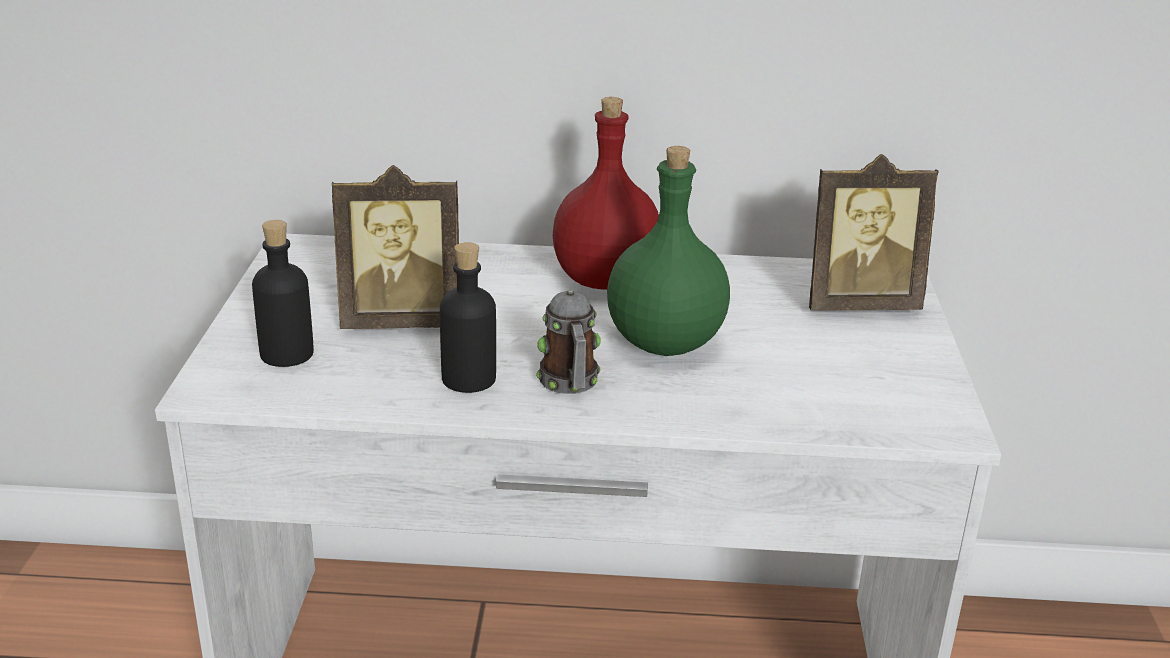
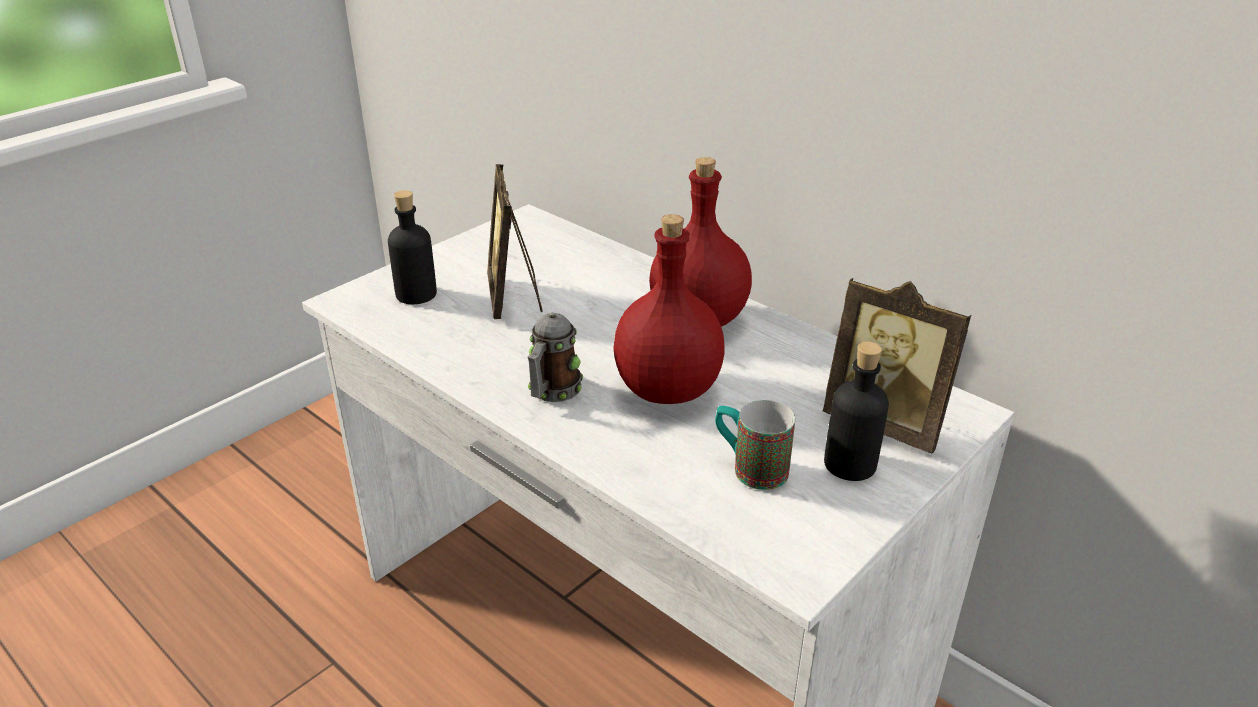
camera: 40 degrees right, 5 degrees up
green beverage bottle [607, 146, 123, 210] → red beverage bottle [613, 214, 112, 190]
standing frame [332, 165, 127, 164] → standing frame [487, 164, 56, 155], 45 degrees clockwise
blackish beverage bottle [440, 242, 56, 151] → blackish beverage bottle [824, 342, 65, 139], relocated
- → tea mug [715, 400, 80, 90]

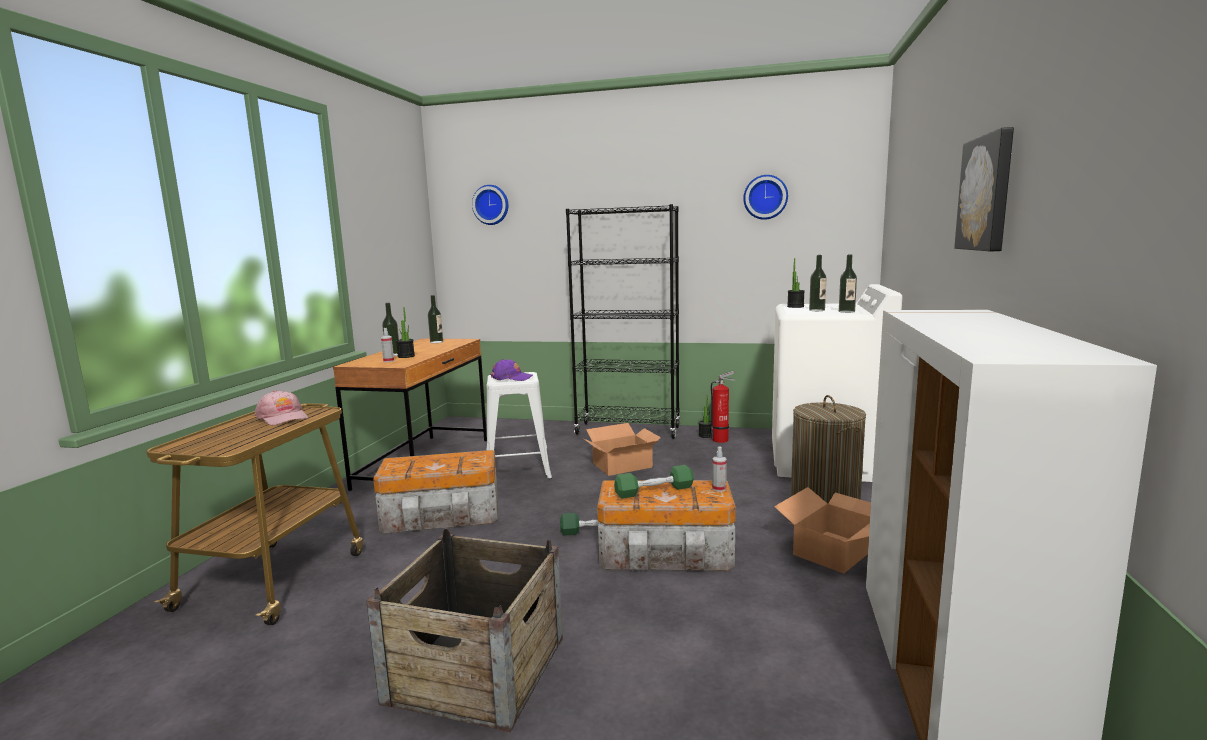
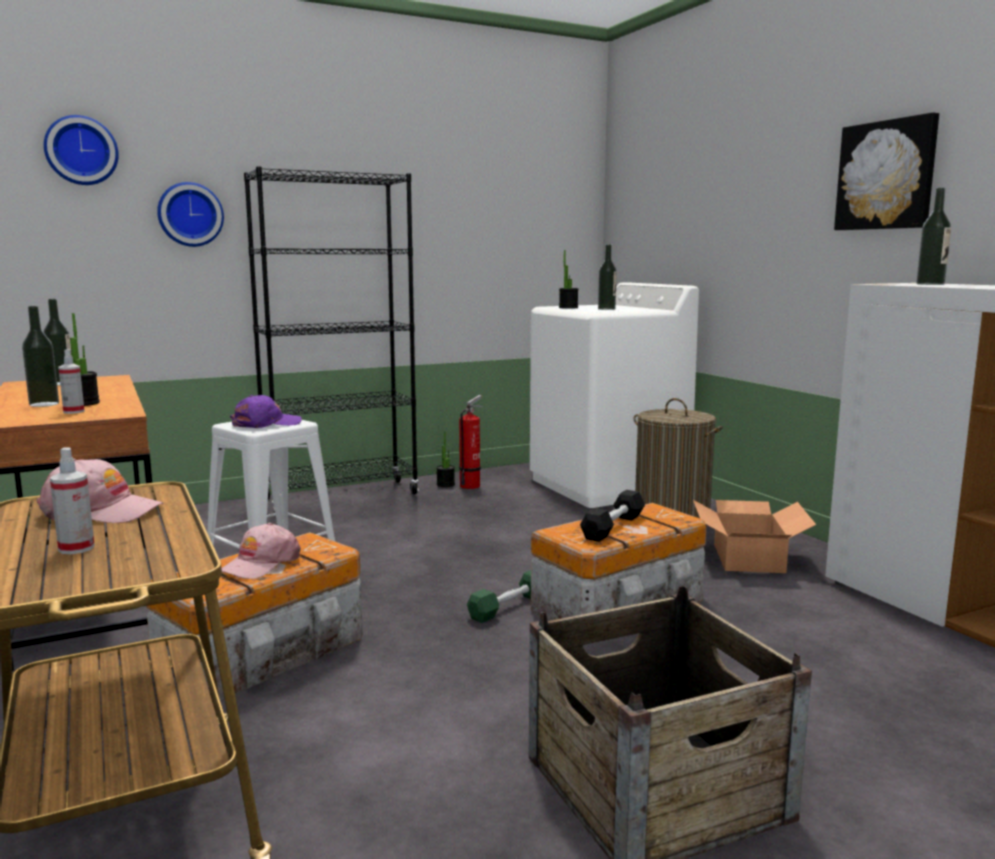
camera: 40 degrees left, 0 degrees up
clock on the wall [743, 175, 45, 45] → clock on the wall [157, 182, 67, 65], relocated
beverage bottle [839, 255, 18, 58] → beverage bottle [916, 188, 35, 97], relocated
cardboard box [584, 423, 77, 53] → -
hand sprayer [712, 446, 15, 46] → hand sprayer [50, 447, 45, 107], relocated
green dumbbell [614, 465, 80, 34] → blackish dumbbell [580, 490, 65, 52]
- → pink baseball cap [222, 523, 79, 56]

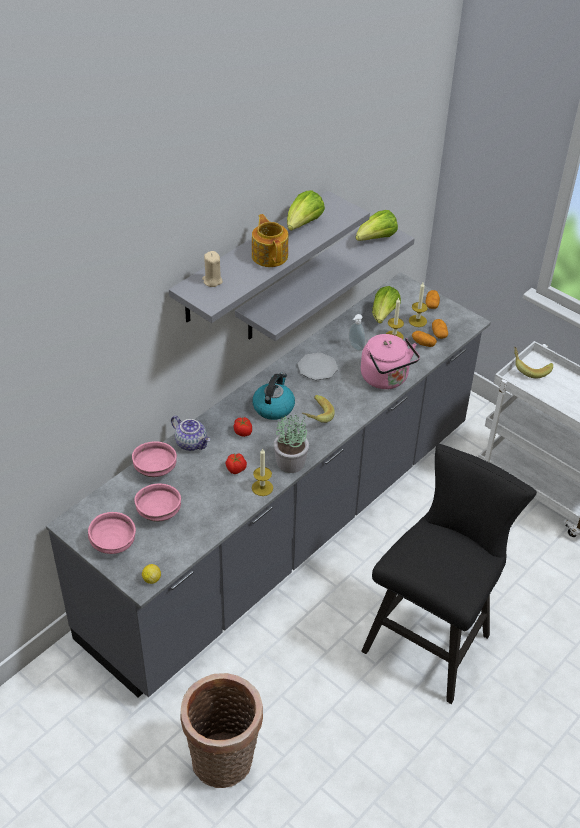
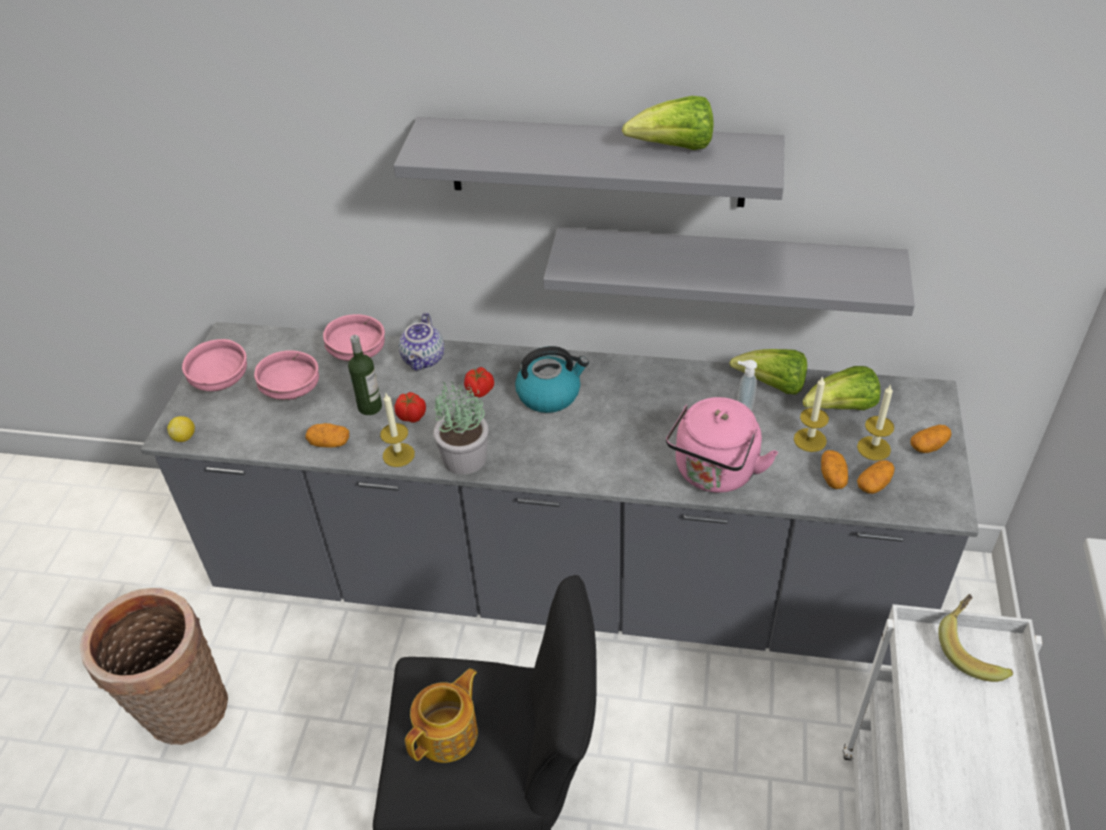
camera: 60 degrees right, 0 degrees up
lettuce head [356, 210, 42, 31] → lettuce head [729, 349, 78, 46], relocated
pot for tea [252, 214, 36, 53] → pot for tea [405, 668, 73, 95], relocated
beige wax light [202, 251, 21, 36] → -
dinner plate [298, 353, 40, 27] → -
banana [302, 395, 33, 28] → -
- → beverage bottle [348, 335, 34, 80]
- → whole potato [305, 423, 44, 25]

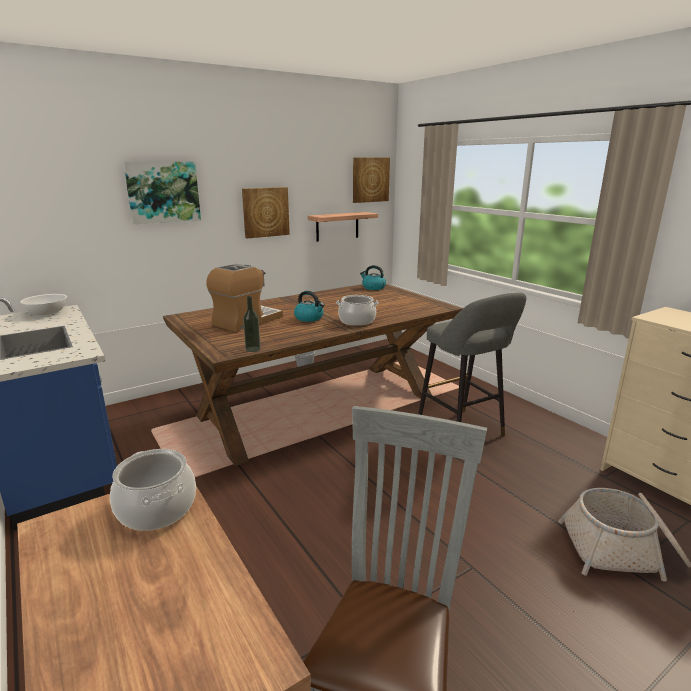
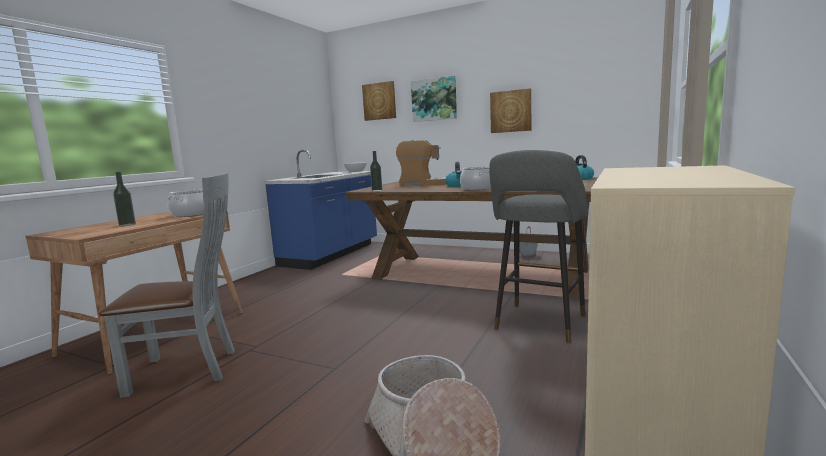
camera: 60 degrees right, 10 degrees down
wall picture [353, 157, 37, 46] → wall picture [362, 81, 34, 40], relocated
shelf [308, 212, 70, 30] → -
- → beverage bottle [113, 172, 23, 54]

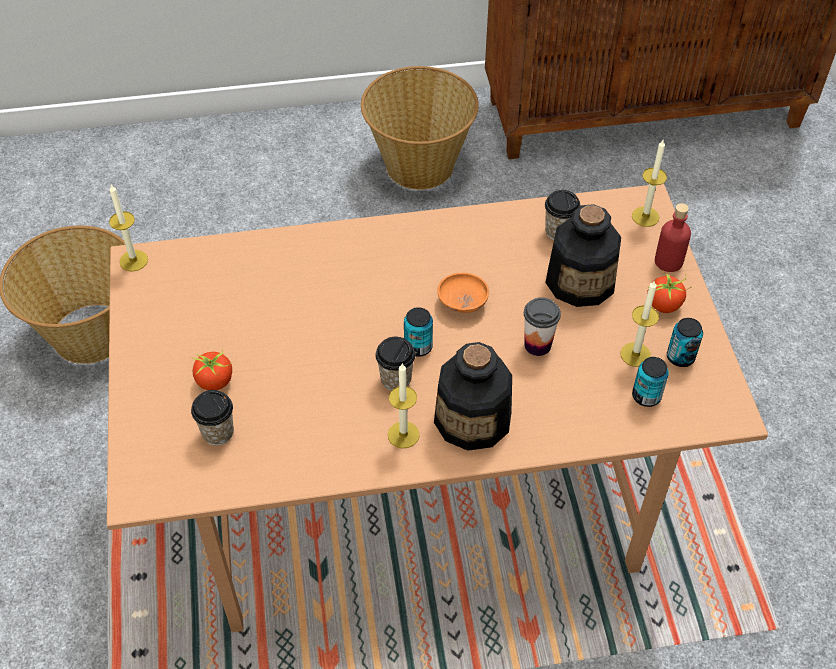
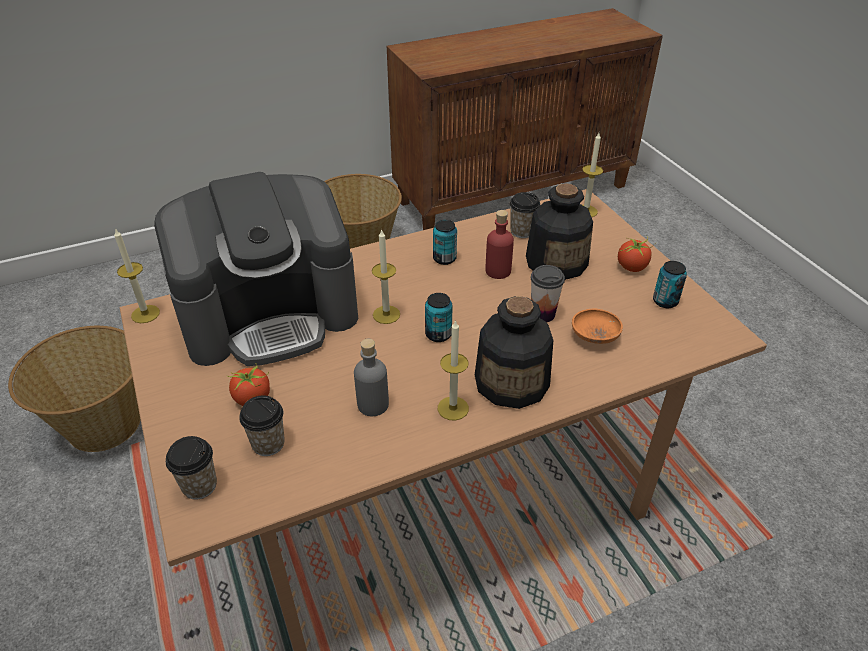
camera: 15 degrees left, 10 degrees down
red beverage bottle [655, 203, 36, 69] → red beverage bottle [486, 210, 28, 69], relocated
orange bowl [437, 273, 52, 40] → orange bowl [572, 309, 51, 35], relocated
wax light [621, 280, 38, 87] → wax light [372, 229, 28, 95], relocated
cup [375, 336, 41, 55] → cup [166, 436, 51, 64], relocated
metal can [632, 357, 37, 50] → metal can [433, 220, 24, 45], relocated
- → coffee brewer [154, 172, 204, 194]
- → greyish beverage bottle [354, 339, 35, 77]

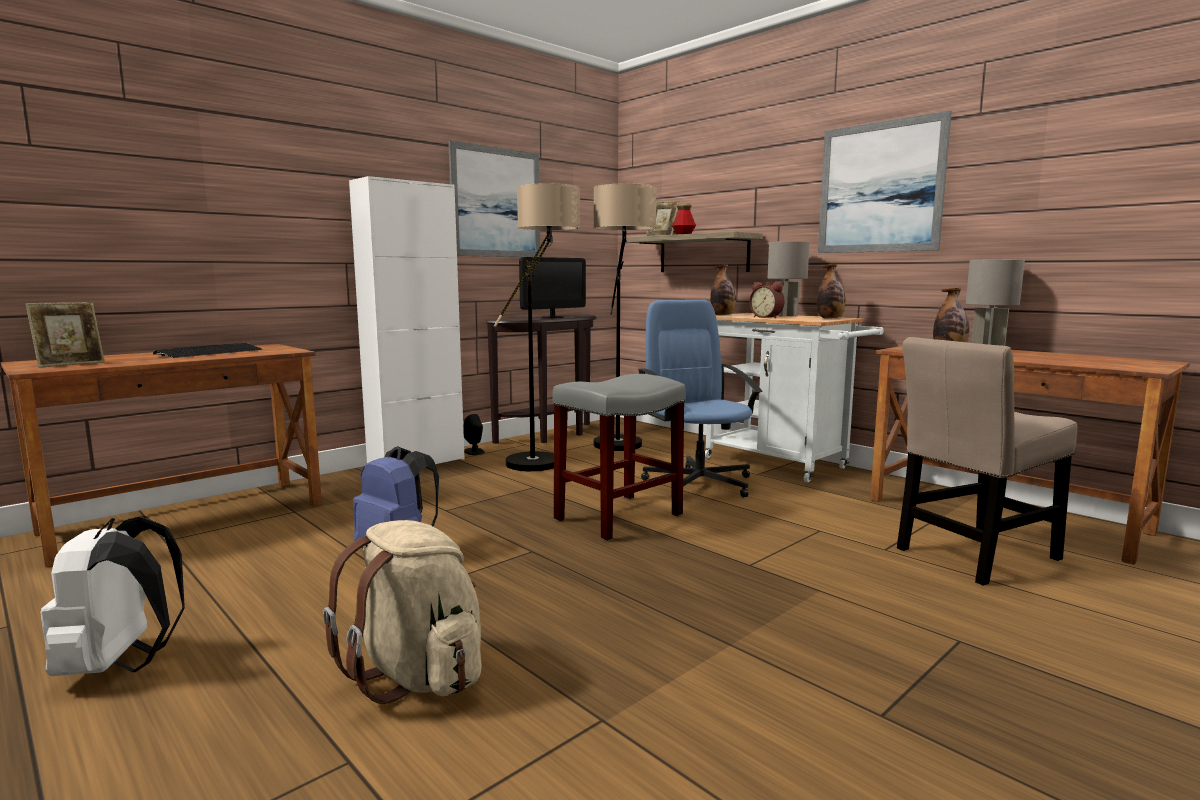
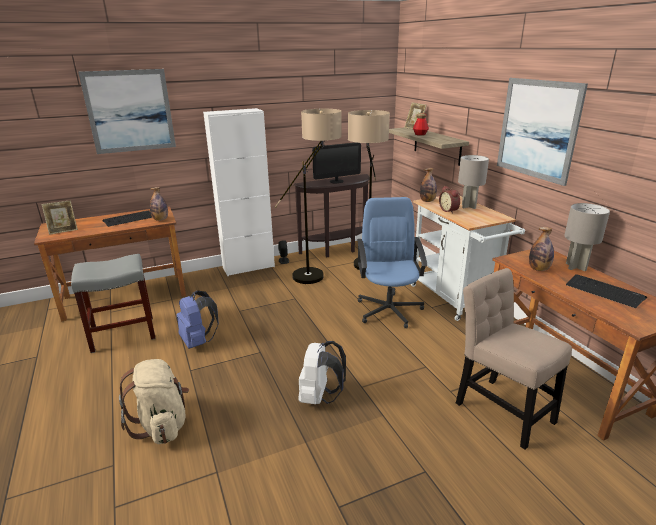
camera: 20 degrees right, 15 degrees up
wall picture [448, 141, 93, 116] → wall picture [78, 69, 98, 85], relocated
beverage bottle [817, 264, 29, 55] → beverage bottle [150, 187, 18, 34], relocated
beige upright chair [897, 337, 181, 249] → beige upright chair [456, 268, 116, 181], 60 degrees clockwise
greyish sitting stool [552, 374, 134, 168] → greyish sitting stool [71, 254, 85, 99], relocated
white knapsack [40, 517, 145, 159] → white knapsack [298, 341, 48, 63], relocated
- → PC keyboard [566, 274, 81, 34]

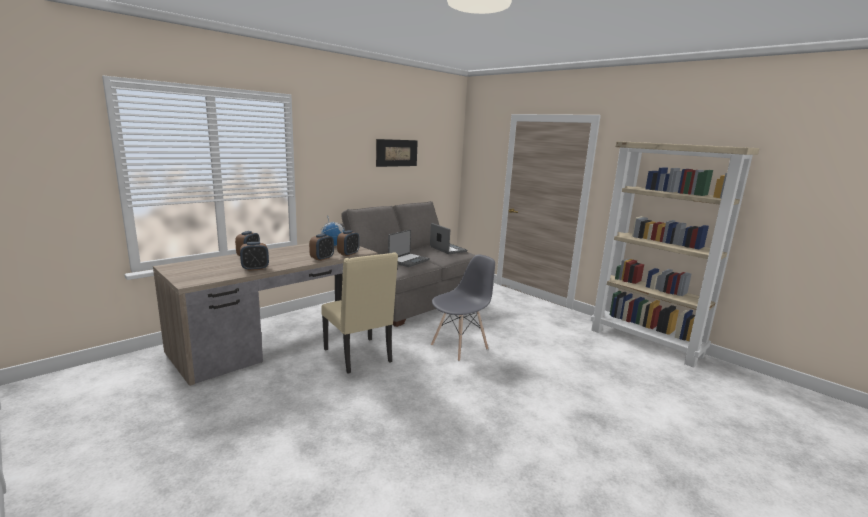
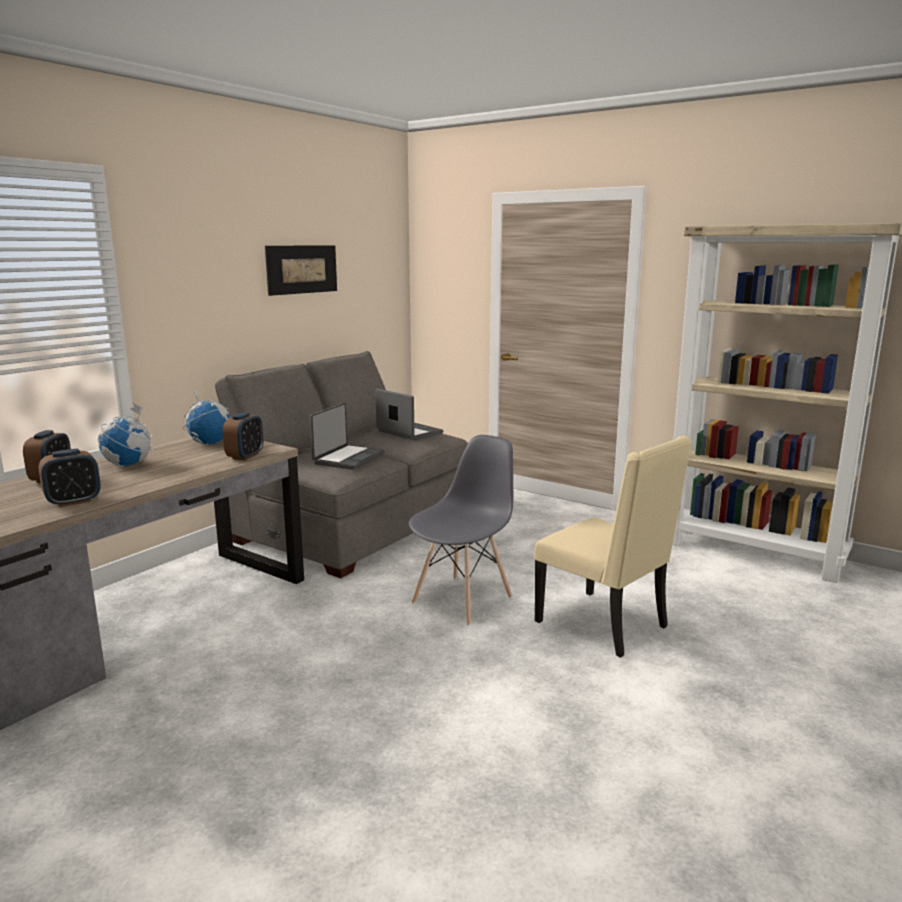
camera: 10 degrees left, 0 degrees up
bedside clock [309, 234, 25, 27] → -
beige upright chair [321, 252, 77, 122] → beige upright chair [534, 436, 158, 222], relocated
- → globe [98, 403, 56, 64]

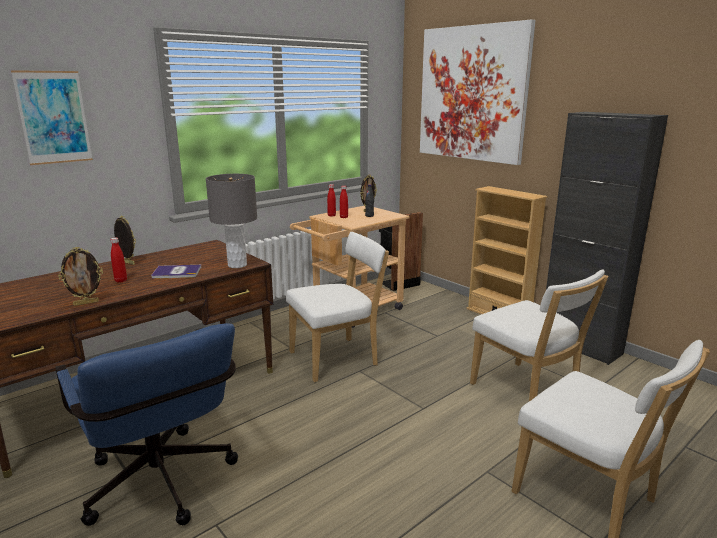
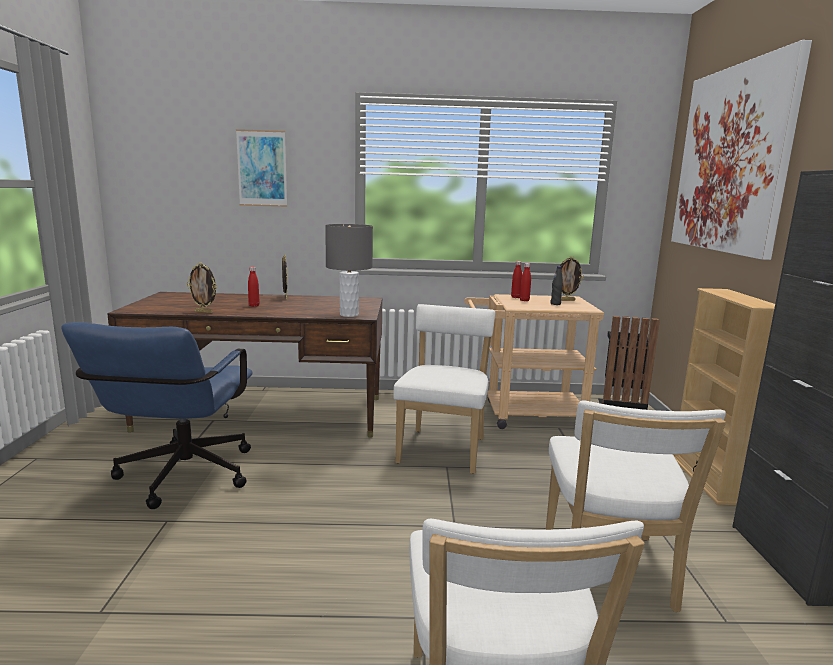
camera: 40 degrees right, 5 degrees down
white upright chair [286, 232, 103, 150] → white upright chair [393, 304, 102, 170], 90 degrees counterclockwise
volume [151, 265, 50, 14] → -

